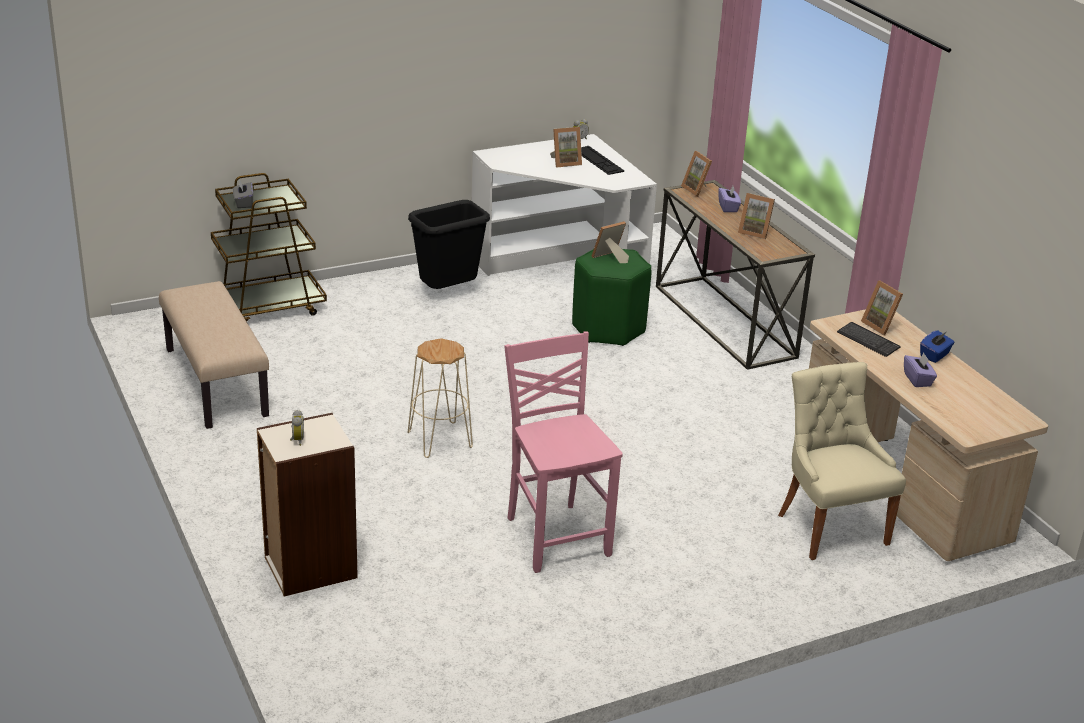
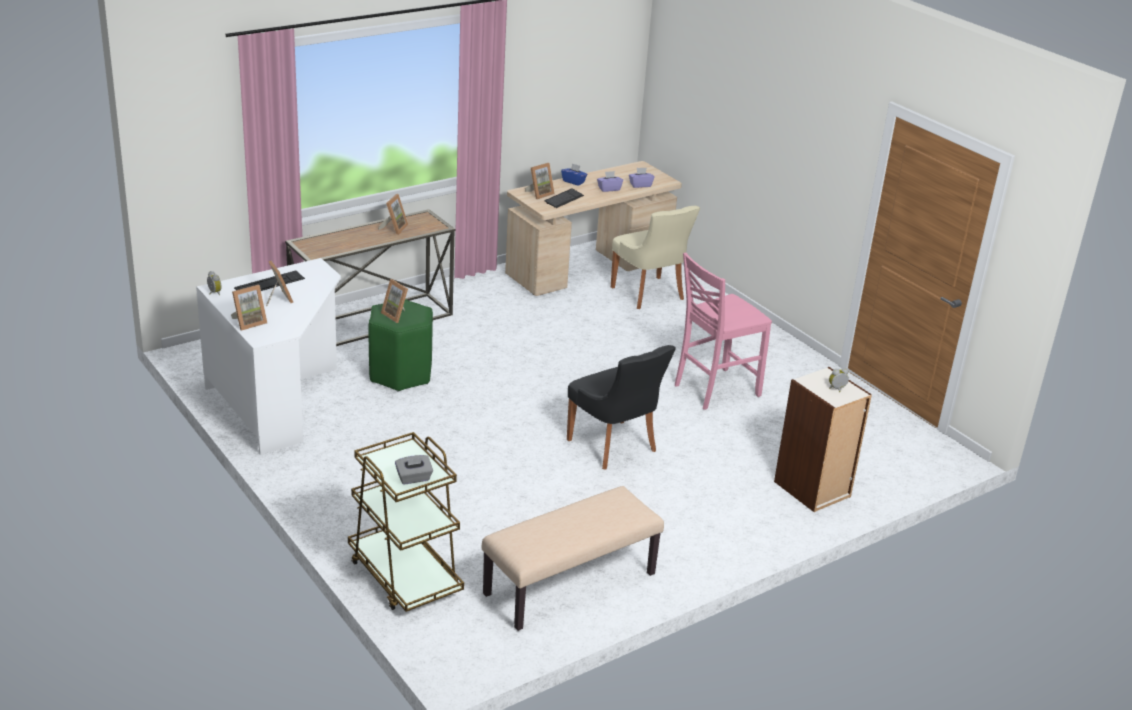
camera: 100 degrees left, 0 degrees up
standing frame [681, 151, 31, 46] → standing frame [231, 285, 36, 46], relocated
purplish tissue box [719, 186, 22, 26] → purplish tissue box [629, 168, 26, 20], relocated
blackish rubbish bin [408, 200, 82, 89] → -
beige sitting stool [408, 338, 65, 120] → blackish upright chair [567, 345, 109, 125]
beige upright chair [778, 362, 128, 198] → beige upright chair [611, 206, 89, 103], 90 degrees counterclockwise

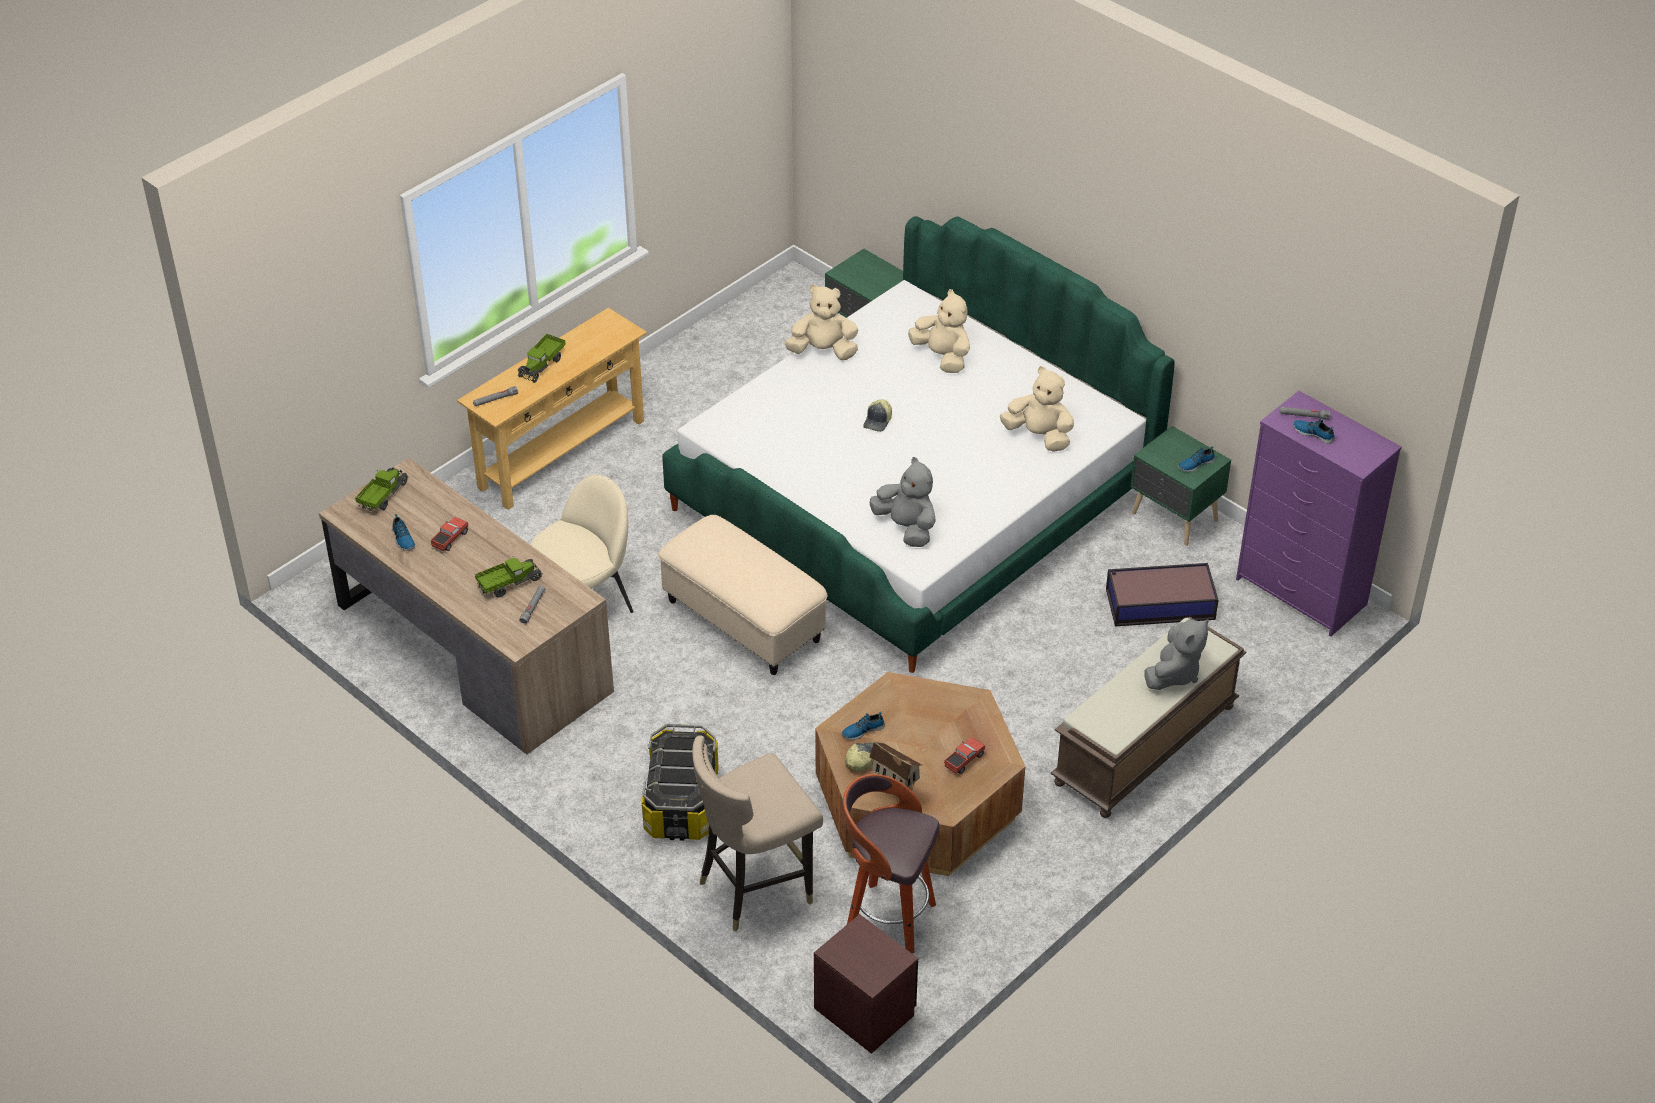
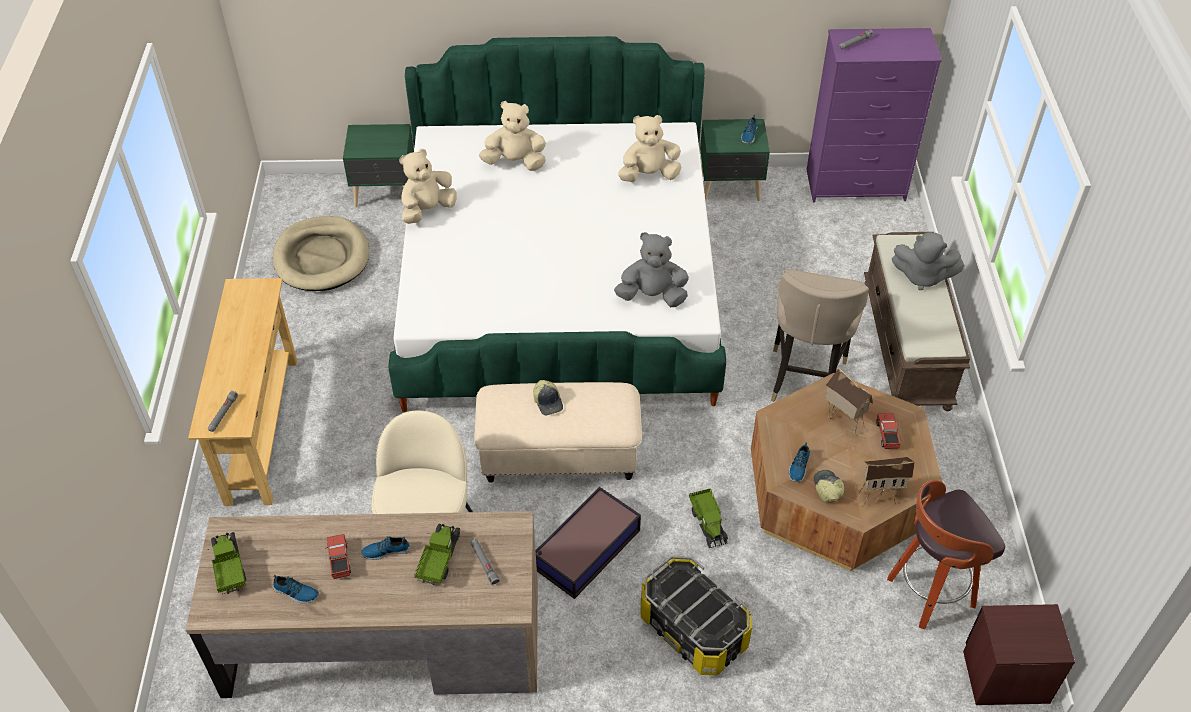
camera: 45 degrees left, 5 degrees up
model truck [518, 334, 48, 49] → model truck [689, 488, 39, 60], relocated
baseball cap [863, 400, 29, 32] → baseball cap [533, 380, 30, 35], relocated
low shoe [1293, 418, 42, 26] → low shoe [361, 536, 49, 24], relocated
storage container [1106, 563, 112, 64] → storage container [536, 487, 105, 112], relocated
greyish plush toy [1144, 619, 65, 71] → greyish plush toy [892, 232, 73, 58], 120 degrees clockwise
beige sitting stool [692, 735, 131, 196] → beige sitting stool [771, 270, 98, 132], relocated
- → beige dog bed [273, 216, 96, 75]
- → miniature house [825, 368, 48, 68]

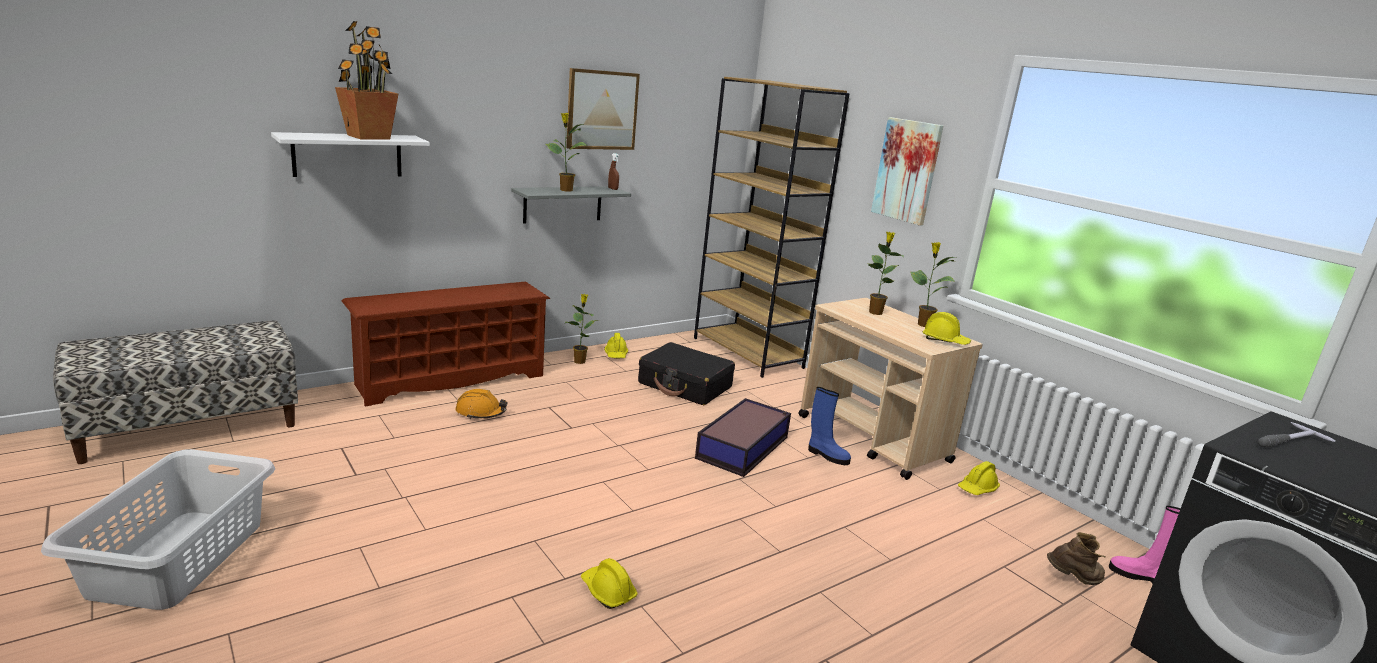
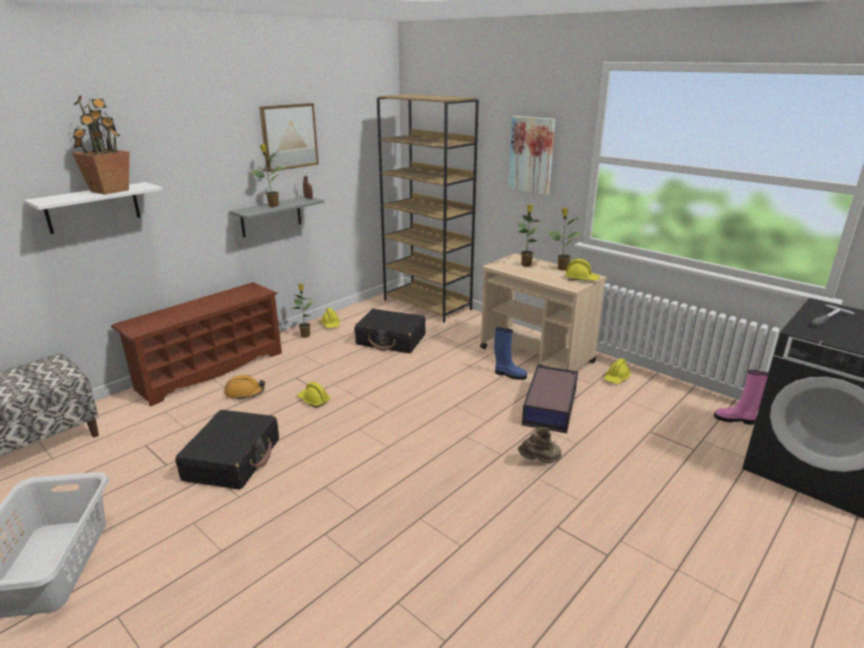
camera: 10 degrees left, 5 degrees up
storage container [695, 398, 96, 79] → storage container [522, 365, 56, 68], relocated
brown-coloured high-top boot [1047, 532, 59, 53] → brown-coloured high-top boot [518, 428, 44, 35], relocated
yellowish safety helmet [581, 558, 57, 51] → yellowish safety helmet [297, 382, 34, 26], relocated
- → blackish piece of luggage [175, 410, 104, 80]

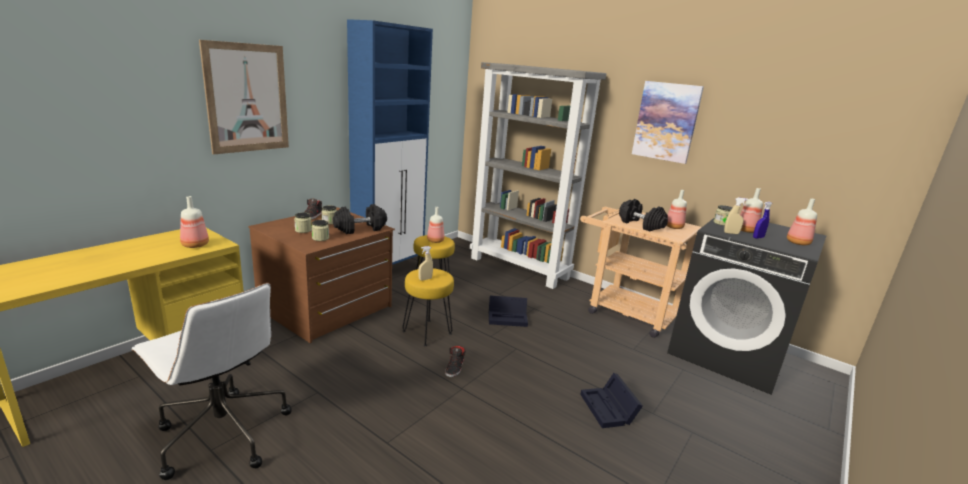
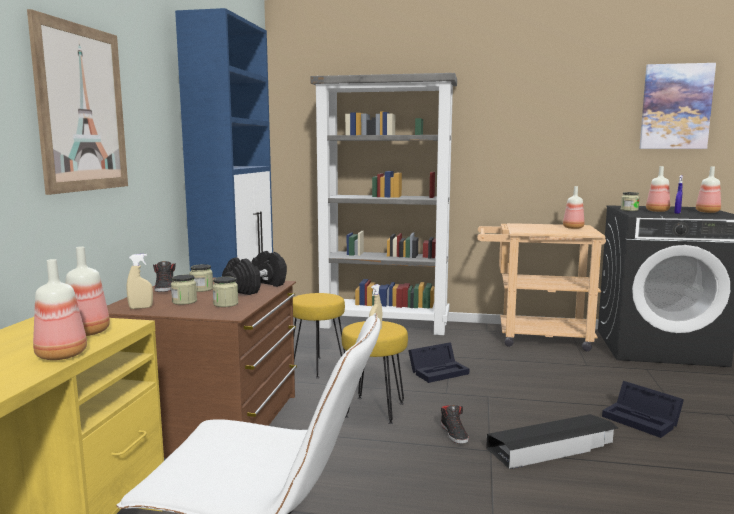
camera: 25 degrees left, 10 degrees down
wall picture [632, 81, 72, 83] → wall picture [639, 63, 77, 86], relocated
beige hand sprayer [724, 198, 24, 36] → beige hand sprayer [126, 254, 27, 55], relocated
blackish dumbbell [619, 199, 49, 32] → -
beverage bottle [427, 207, 17, 36] → beverage bottle [33, 259, 54, 101], relocated
- → blackish storage container [486, 414, 132, 55]

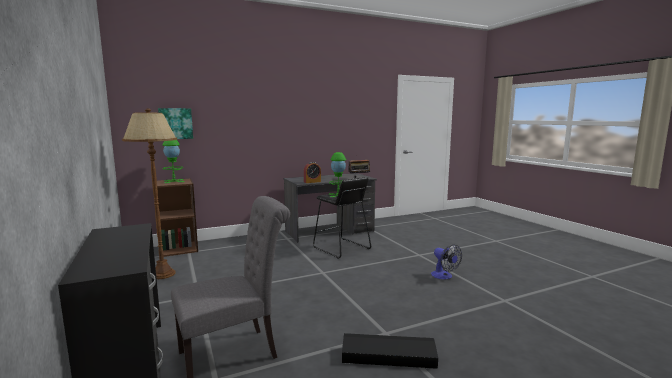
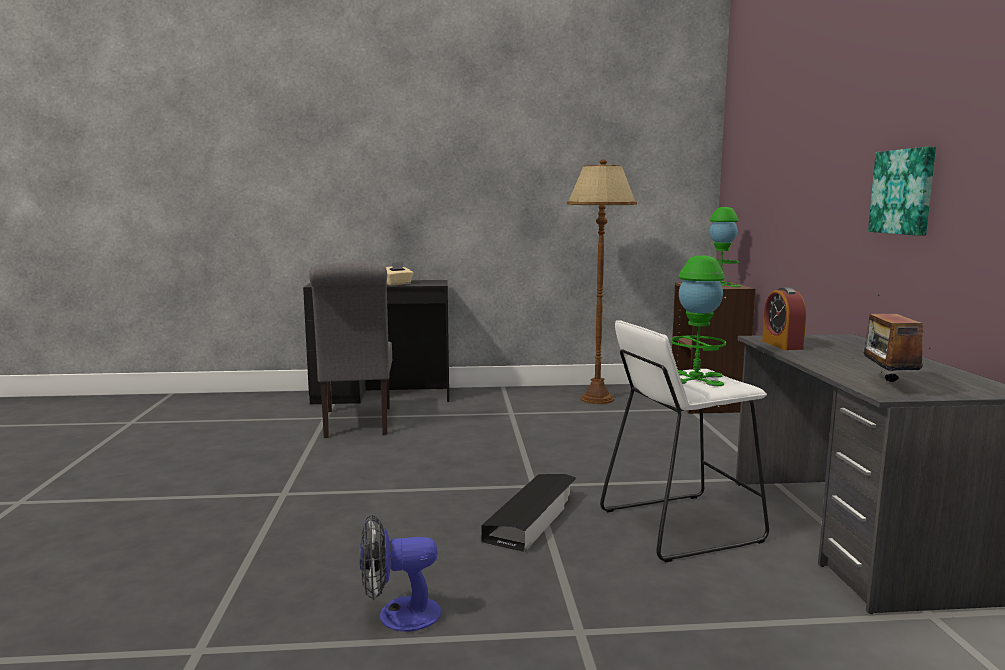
camera: 110 degrees right, 0 degrees up
wall picture [158, 108, 35, 31] → wall picture [868, 147, 68, 89], relocated
blackish sitting stool [313, 177, 58, 82] → white sitting stool [600, 320, 169, 243]
blackish storage container [342, 333, 96, 36] → blackish storage container [481, 474, 95, 78], relocated
- → beige tissue box [385, 262, 29, 23]

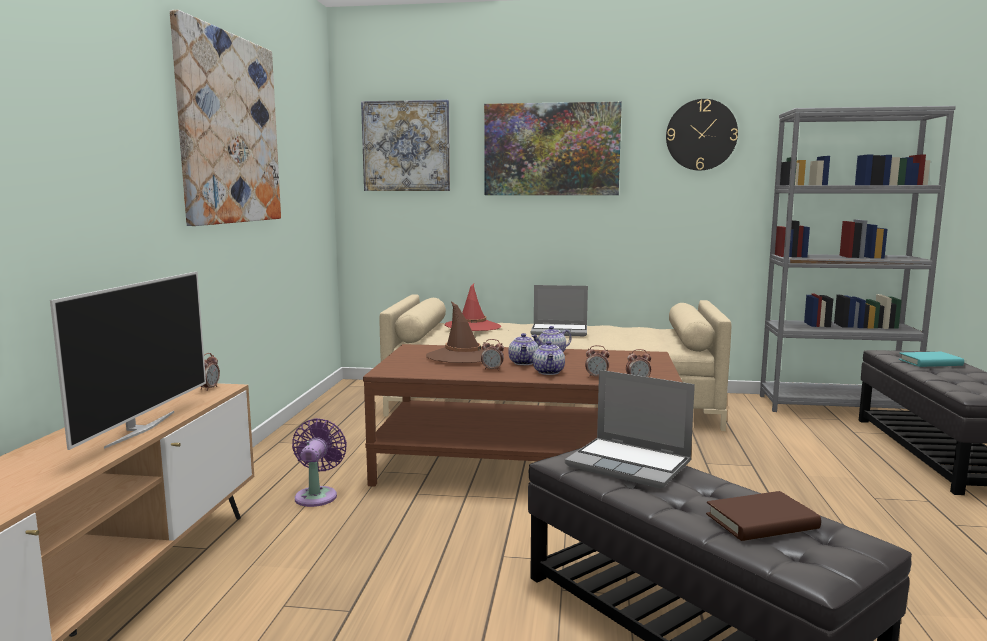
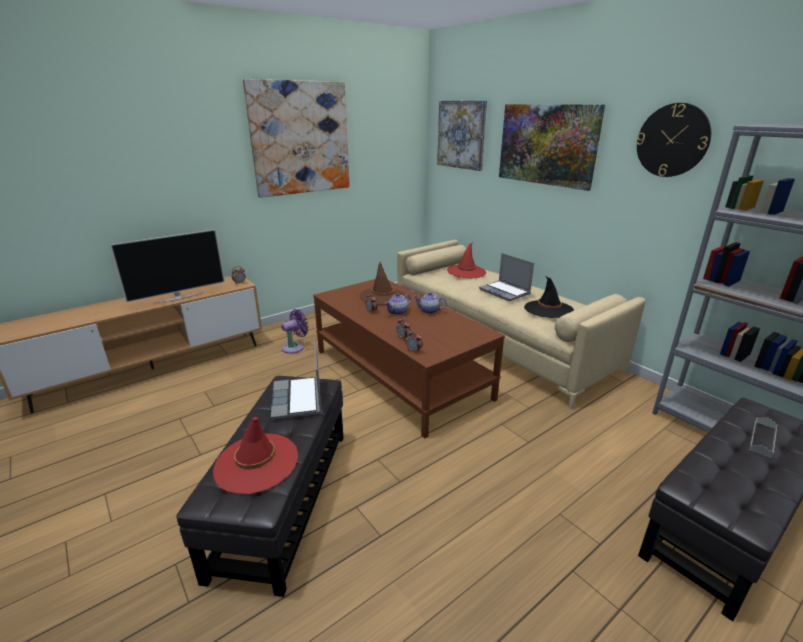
camera: 45 degrees right, 15 degrees up
pot for tea [533, 341, 32, 34] → -
turquoise-coloured volume [899, 352, 65, 15] → greyish serving tray [749, 417, 29, 41]
brown-coloured volume [706, 491, 115, 50] → red wearable hat [213, 417, 85, 77]
- → blackish wearable hat [524, 276, 50, 42]

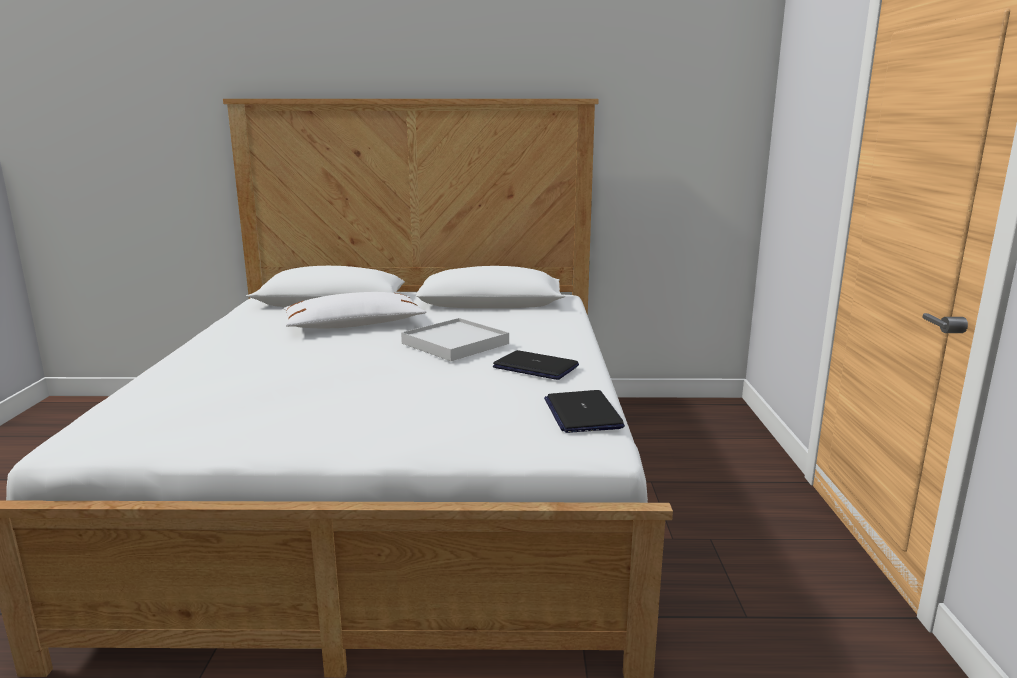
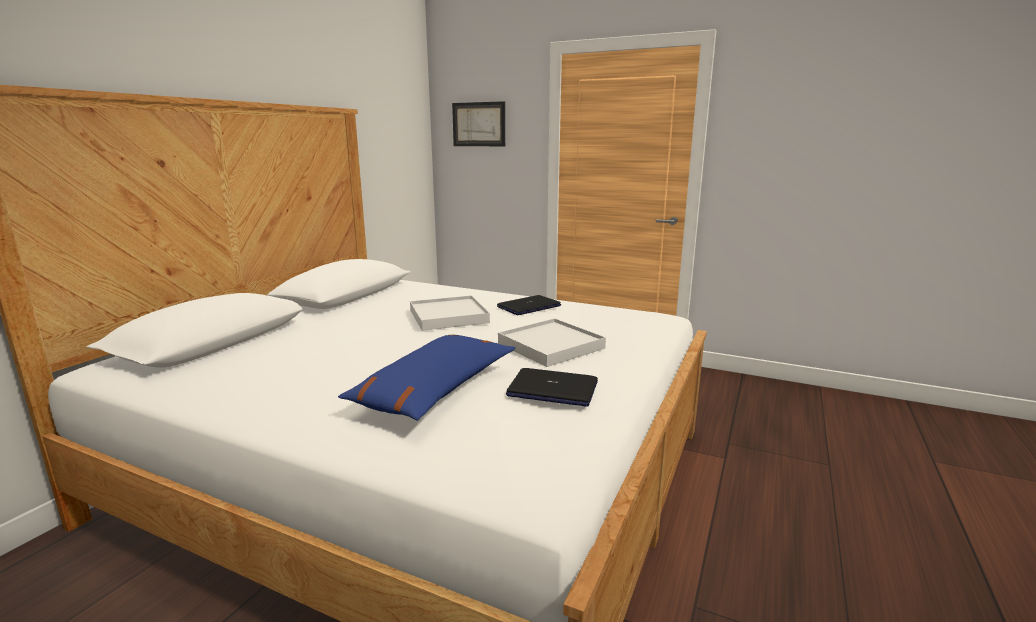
camera: 65 degrees left, 0 degrees up
white throw pillow [283, 292, 143, 36] → -
laptop [544, 390, 81, 43] → laptop [506, 368, 92, 39], relocated
- → wall picture [452, 101, 53, 45]
- → white serving tray [498, 318, 108, 49]
- → bluish throw pillow [338, 335, 177, 86]

